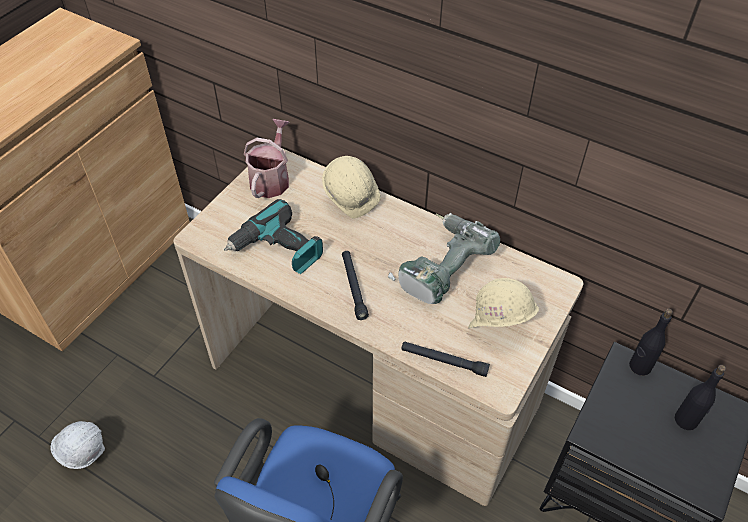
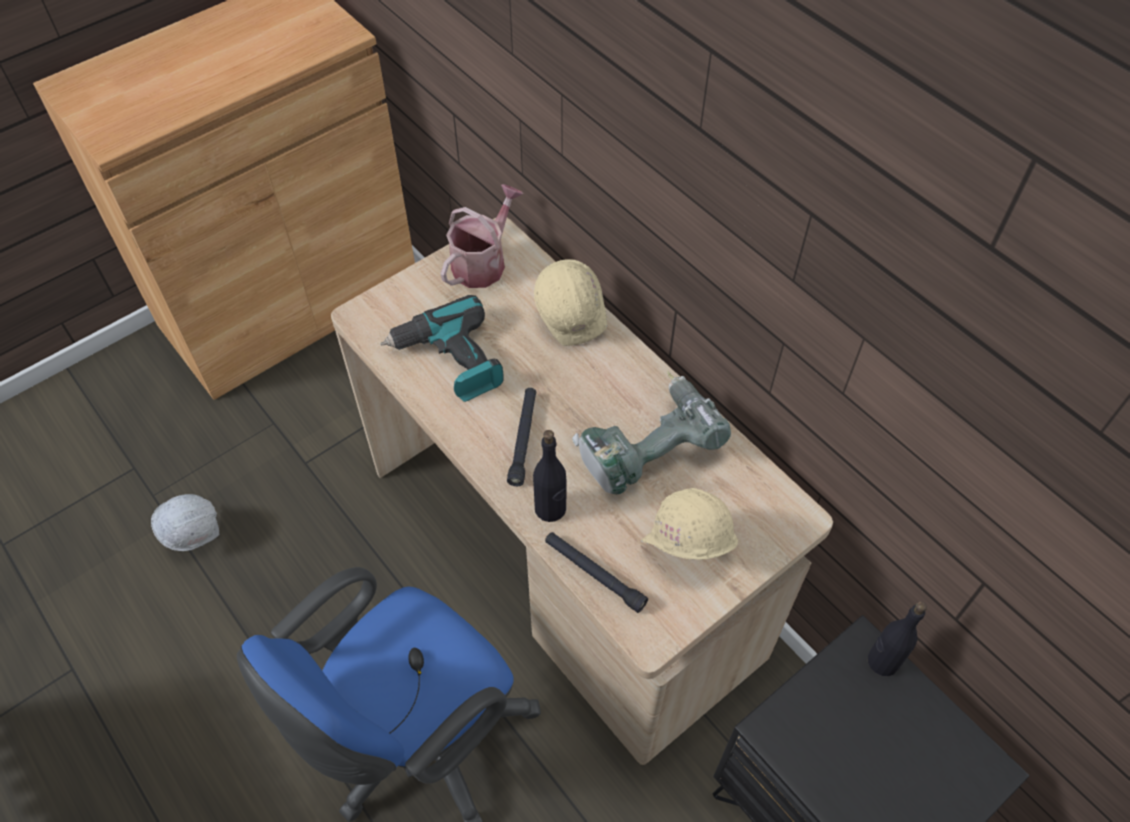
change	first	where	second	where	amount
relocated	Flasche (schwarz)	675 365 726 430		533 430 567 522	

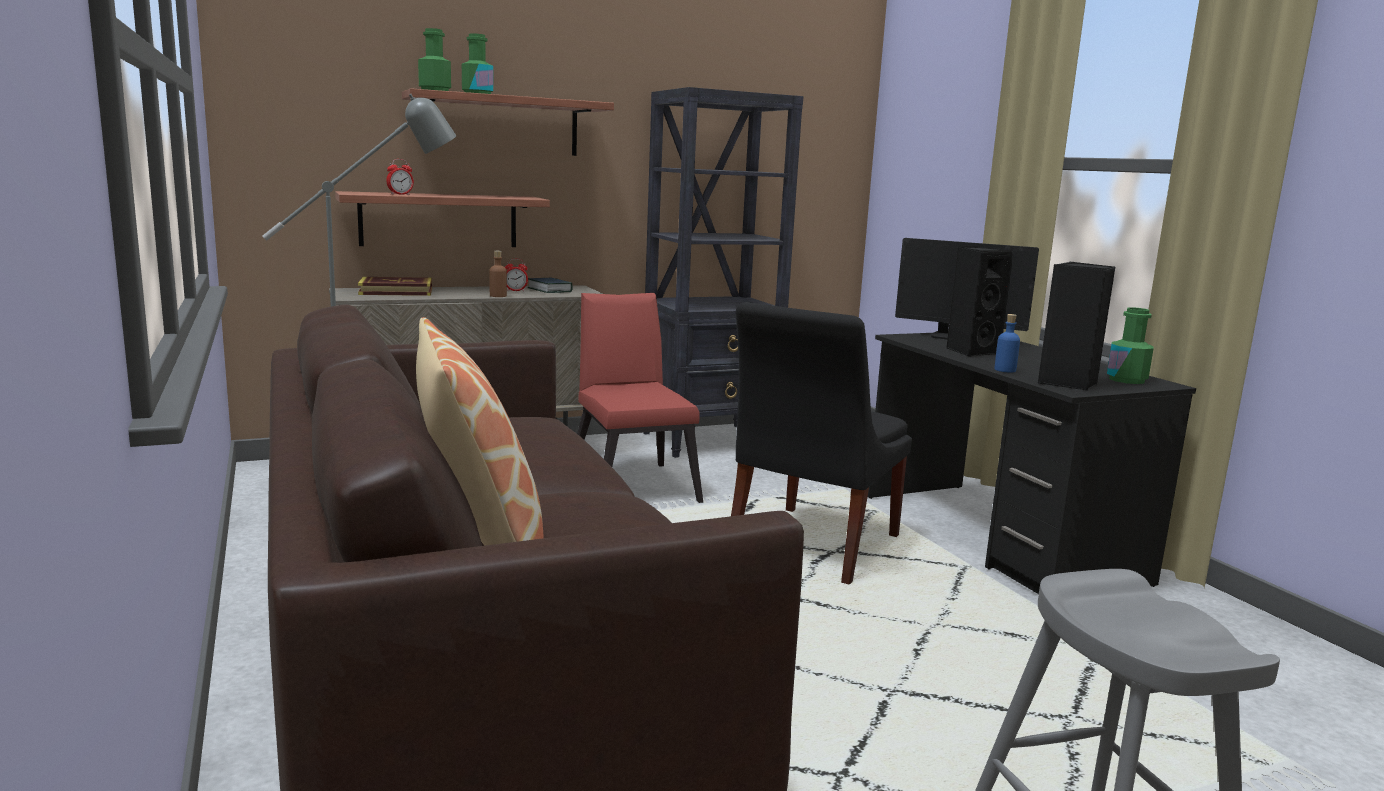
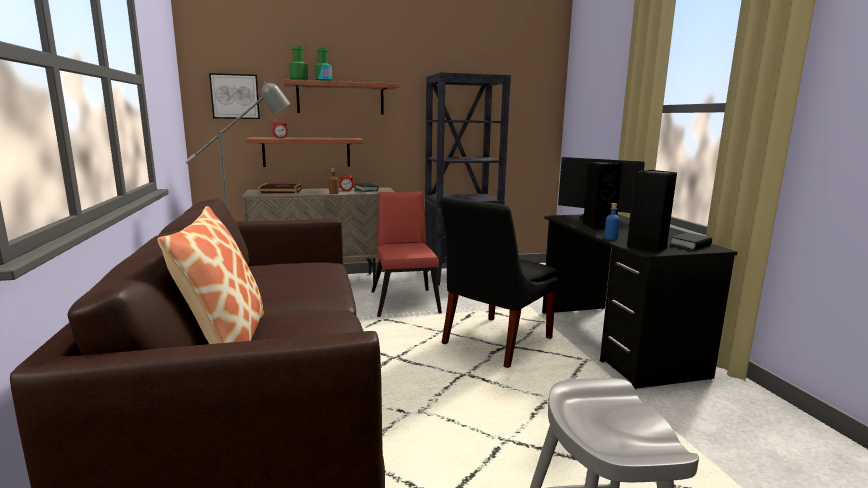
change	first	where	second	where	amount
exchanged	Flasche (grün)	1107 307 1154 384	Buch	670 233 712 250	
appeared			Bild	209 73 260 119	

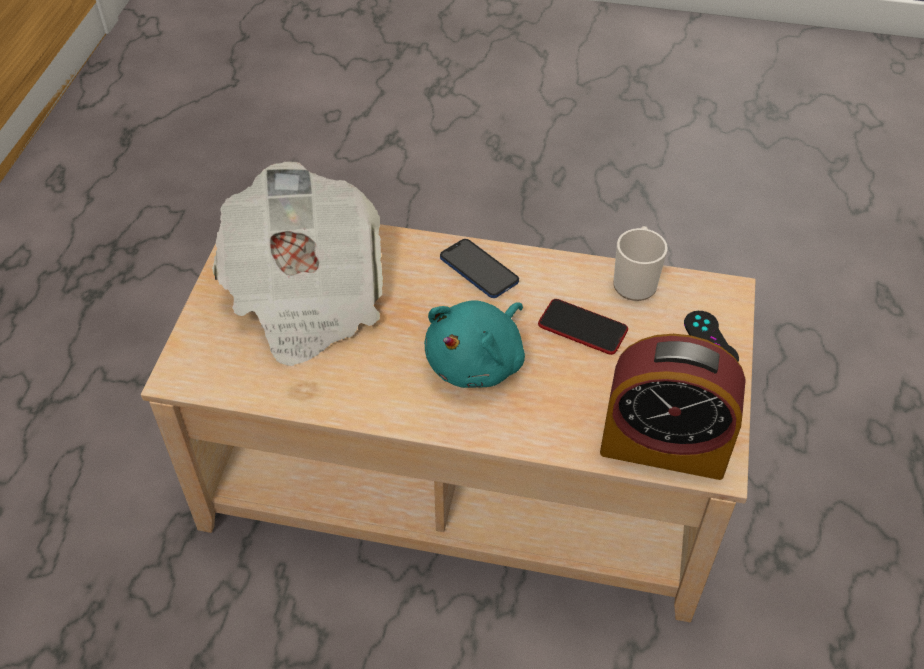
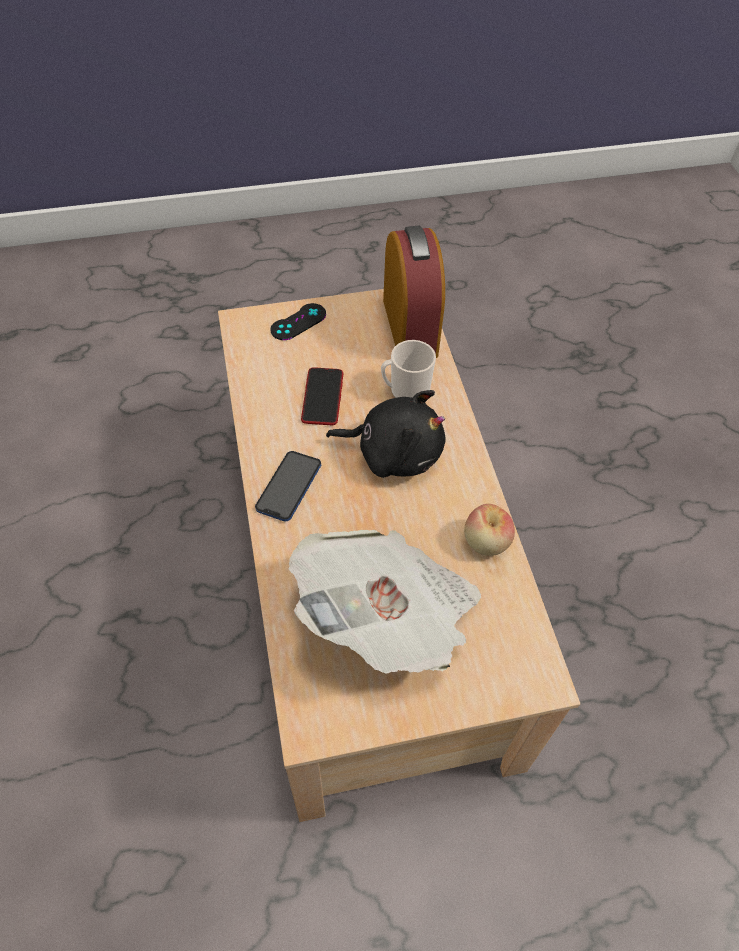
change	first	where	second	where	amount
colour	Plüschtier (türkis)	424 301 525 388	Plüschtier (schwarz)	326 390 446 478	
relocated	Henkelbecher	613 226 668 301		381 340 436 398	
appeared			Apfel	464 504 515 556	

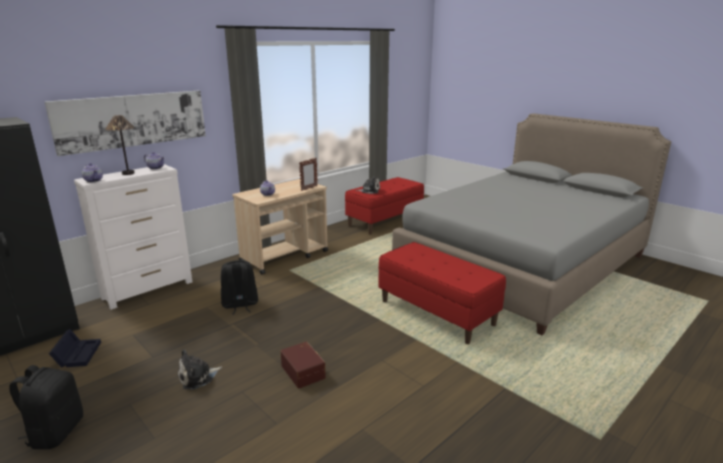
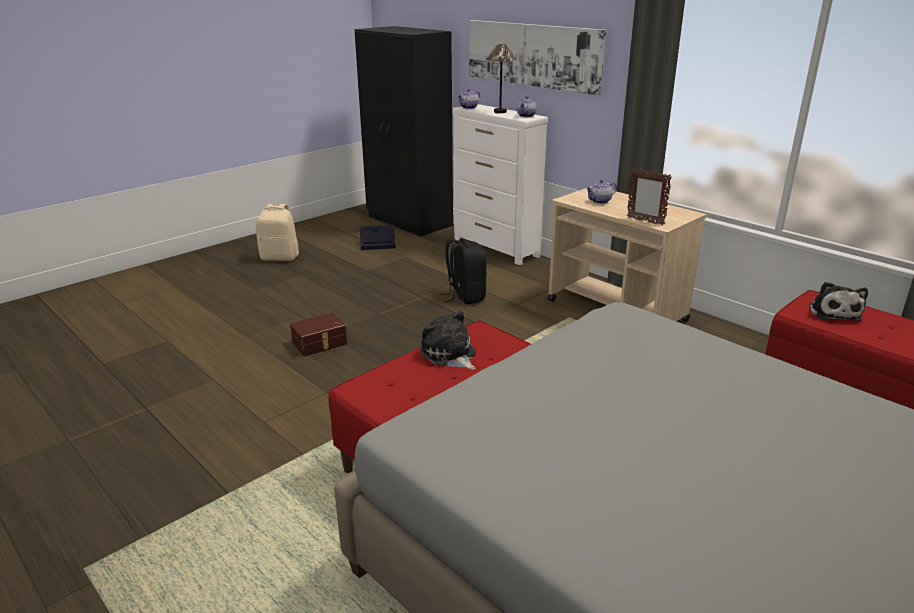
change	first	where	second	where	amount
colour	Rucksack (schwarz)	9 365 83 449	Rucksack (beige)	255 204 299 261	
relocated	Plüschtier	178 349 222 390		421 311 476 370	

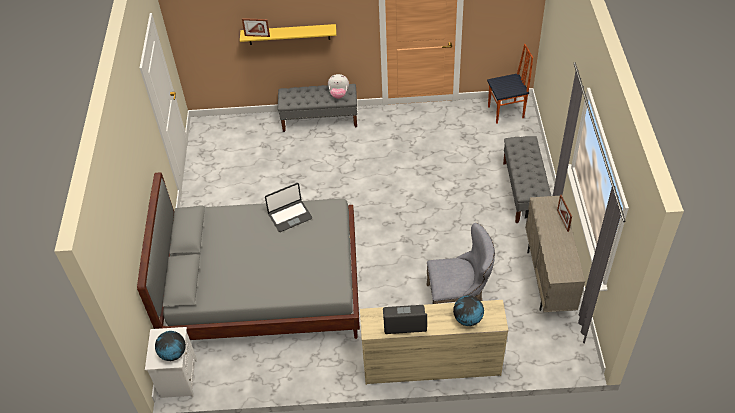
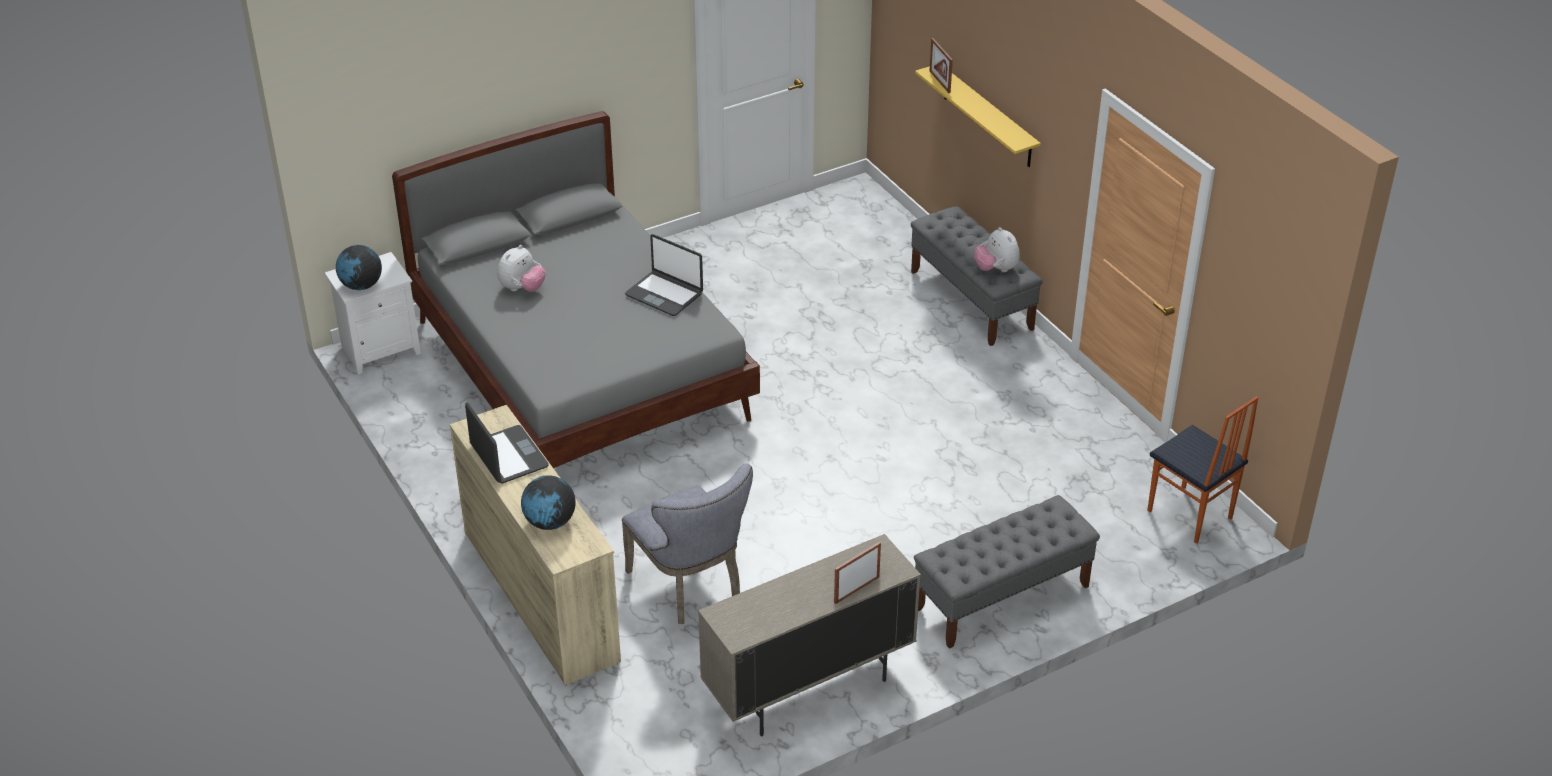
change	first	where	second	where	amount
appeared			Plüschtier	497 245 546 292	

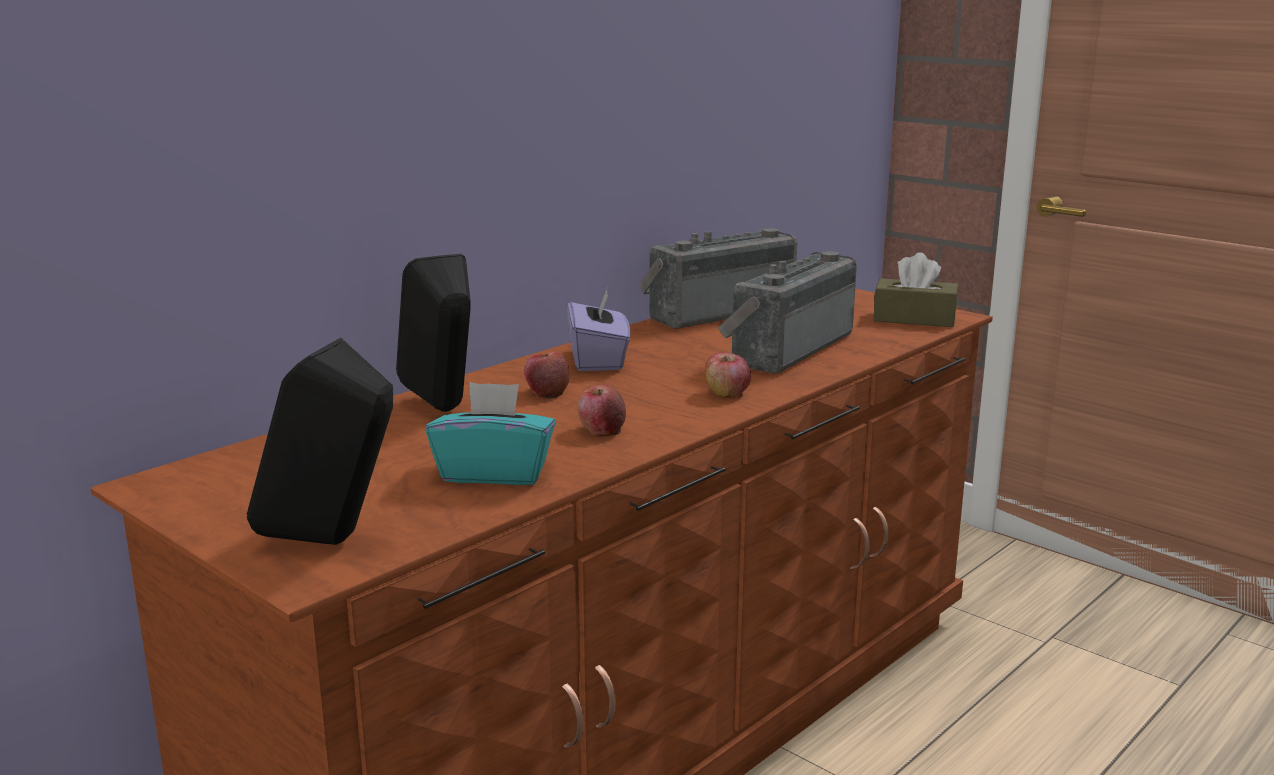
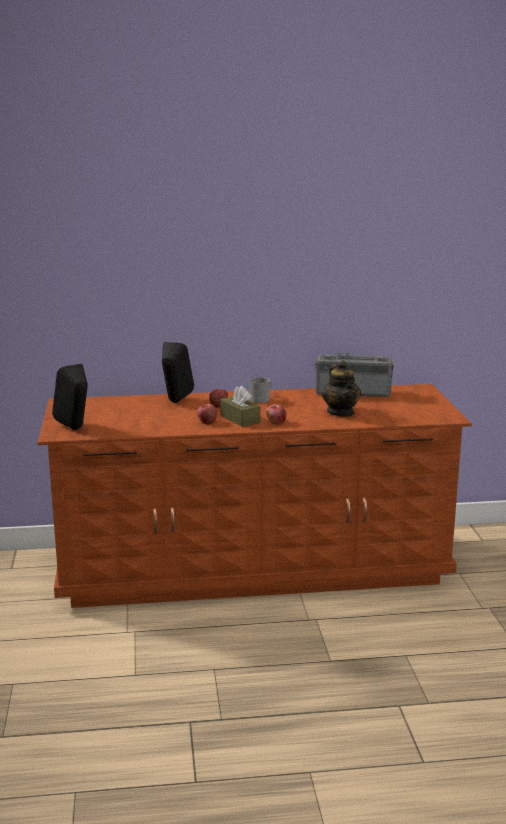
change	first	where	second	where	amount
missing	Taschentuchbox (türkis)	426 382 556 485			
exchanged	Taschentuchbox (lila)	567 289 630 371	Henkelbecher (grau)	249 377 271 403	
exchanged	Radio	718 251 857 374	Teekanne	322 360 361 416	
relocated	Taschentuchbox (braun)	873 252 958 327		220 386 260 427	

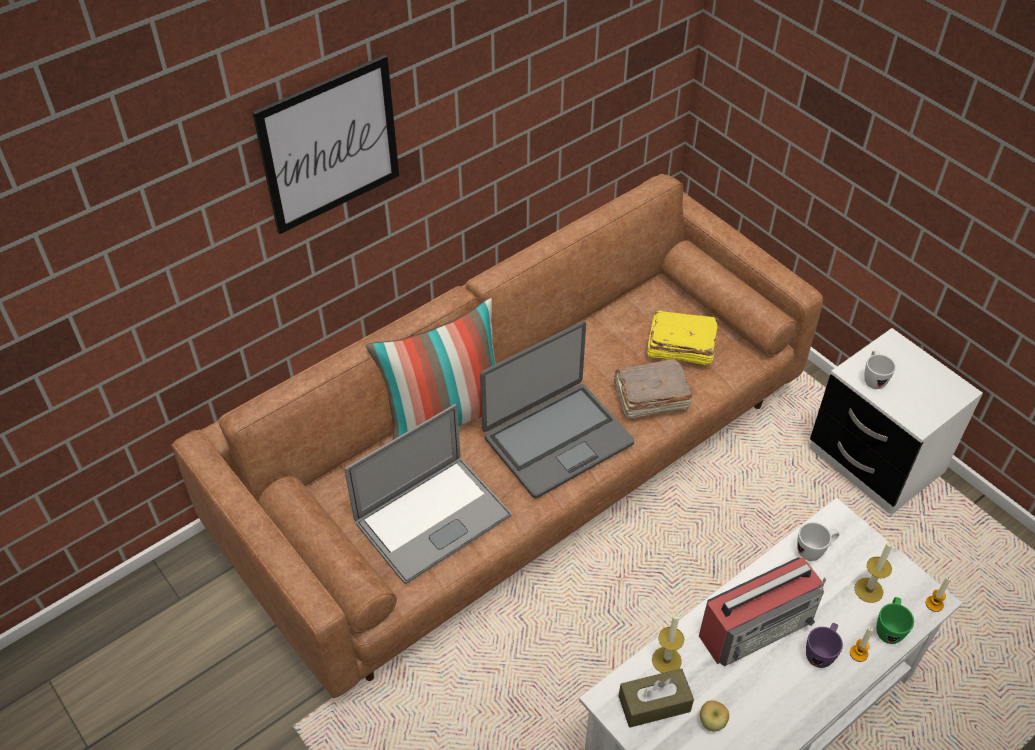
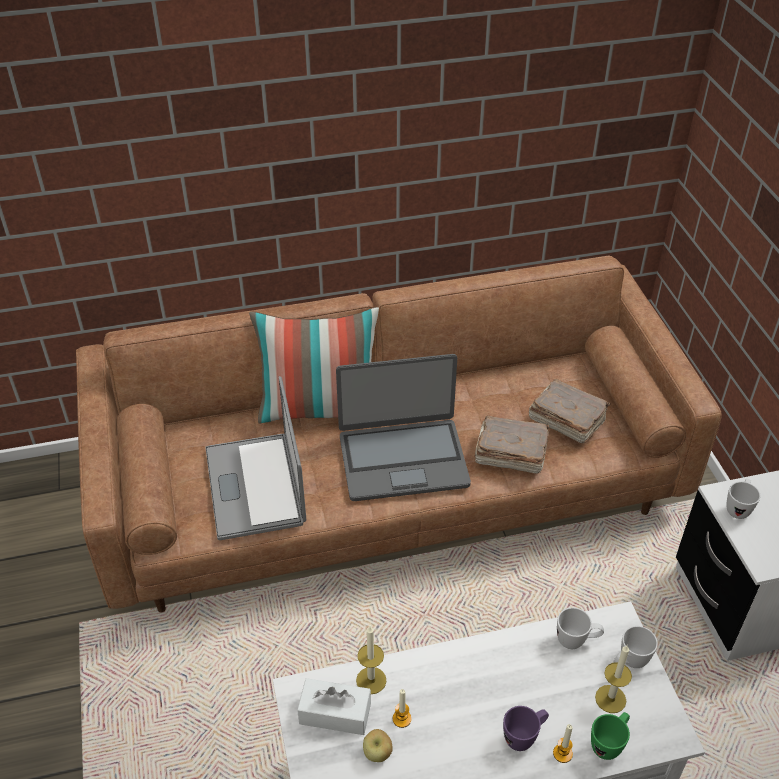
change	first	where	second	where	amount
missing	Bild	252 55 399 234			
spun	Laptop	344 404 511 584		205 376 306 540	90 degrees clockwise
colour	Taschentuchbox (braun)	619 668 694 727	Taschentuchbox (weiß)	297 678 371 735	
colour	Buch (gelb)	646 310 718 365	Buch (braun)	529 379 610 444	
missing	Radio	699 557 826 666			
relocated	Kerze	926 576 951 612		393 689 412 728	
appeared			Henkelbecher (weiß)	614 626 658 668	

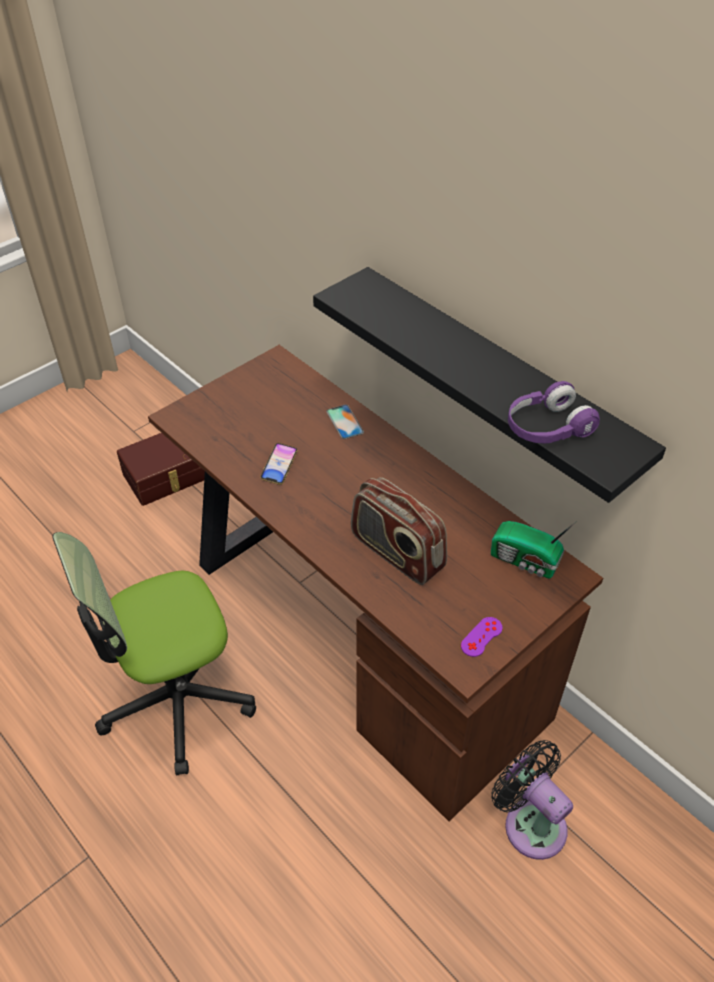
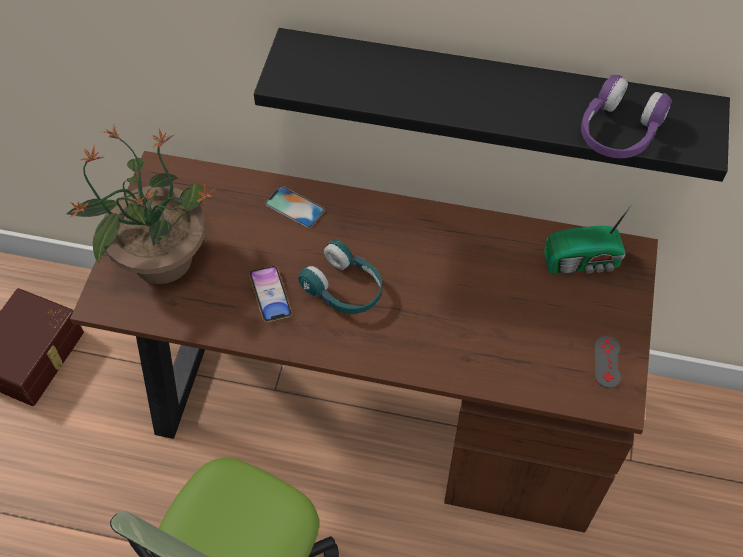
change	first	where	second	where	amount
missing	Radio	351 477 447 585			
colour	Gamepad (lila)	461 617 503 657	Gamepad (grau)	595 336 621 388	
missing	Ventilator (schwarz)	491 740 573 860			
appeared			Topfpflanze	67 125 216 284	
appeared			Kopfhörer (türkis)	298 240 382 314	

